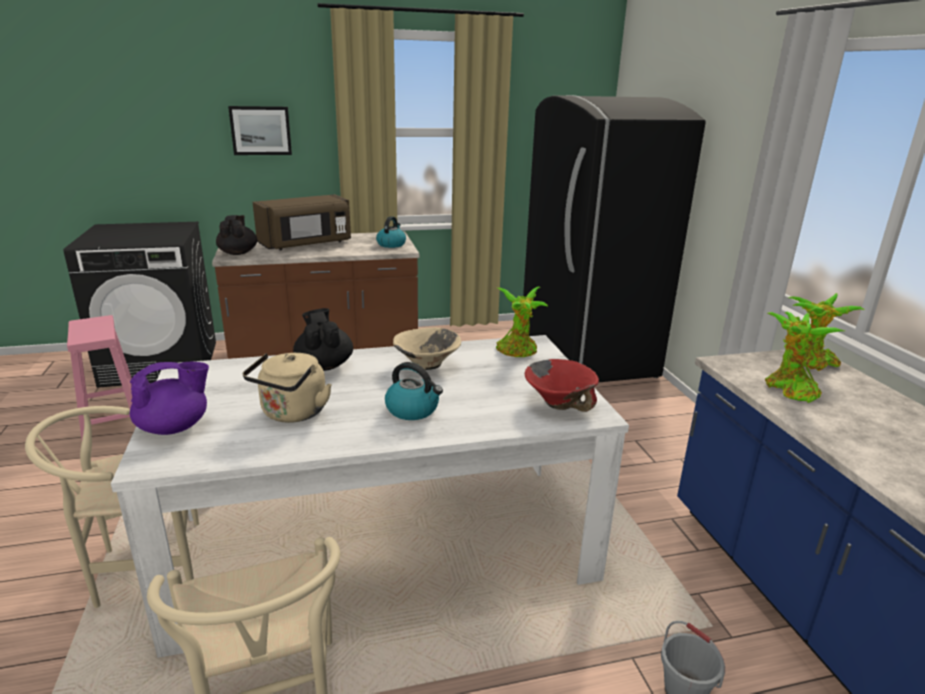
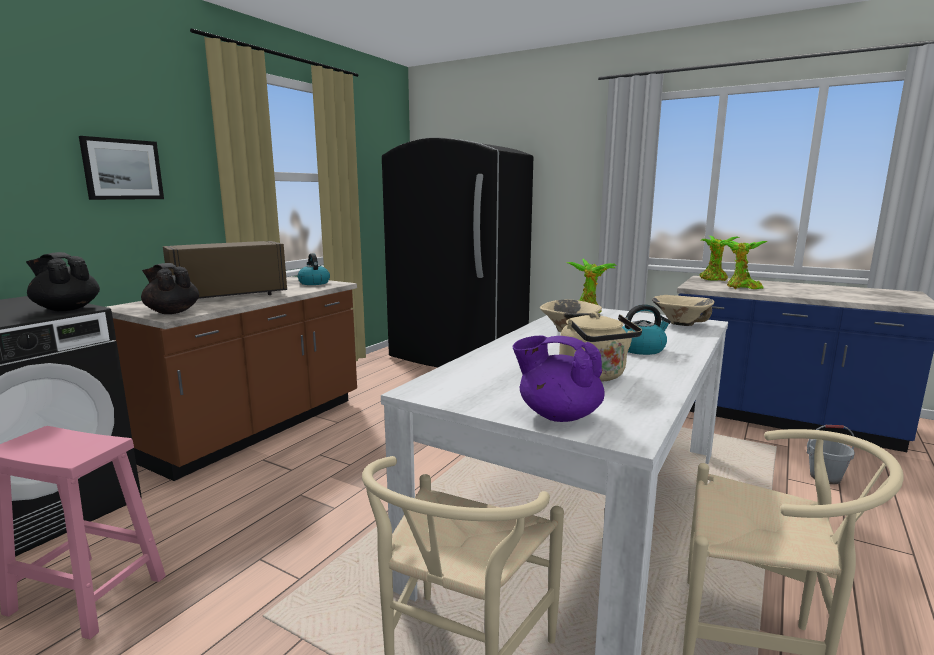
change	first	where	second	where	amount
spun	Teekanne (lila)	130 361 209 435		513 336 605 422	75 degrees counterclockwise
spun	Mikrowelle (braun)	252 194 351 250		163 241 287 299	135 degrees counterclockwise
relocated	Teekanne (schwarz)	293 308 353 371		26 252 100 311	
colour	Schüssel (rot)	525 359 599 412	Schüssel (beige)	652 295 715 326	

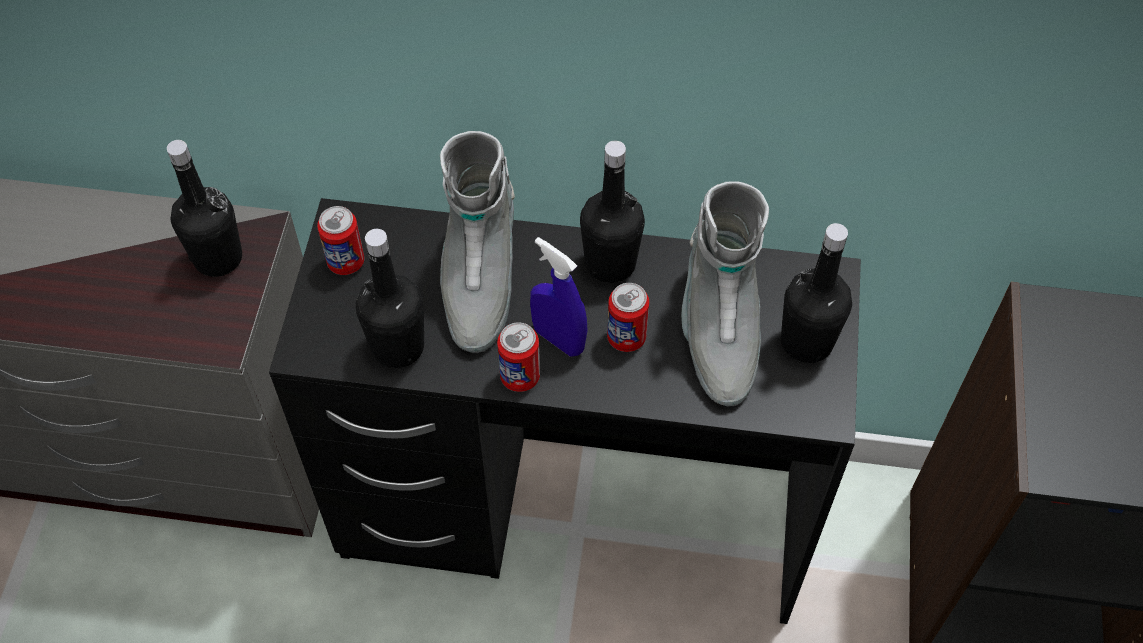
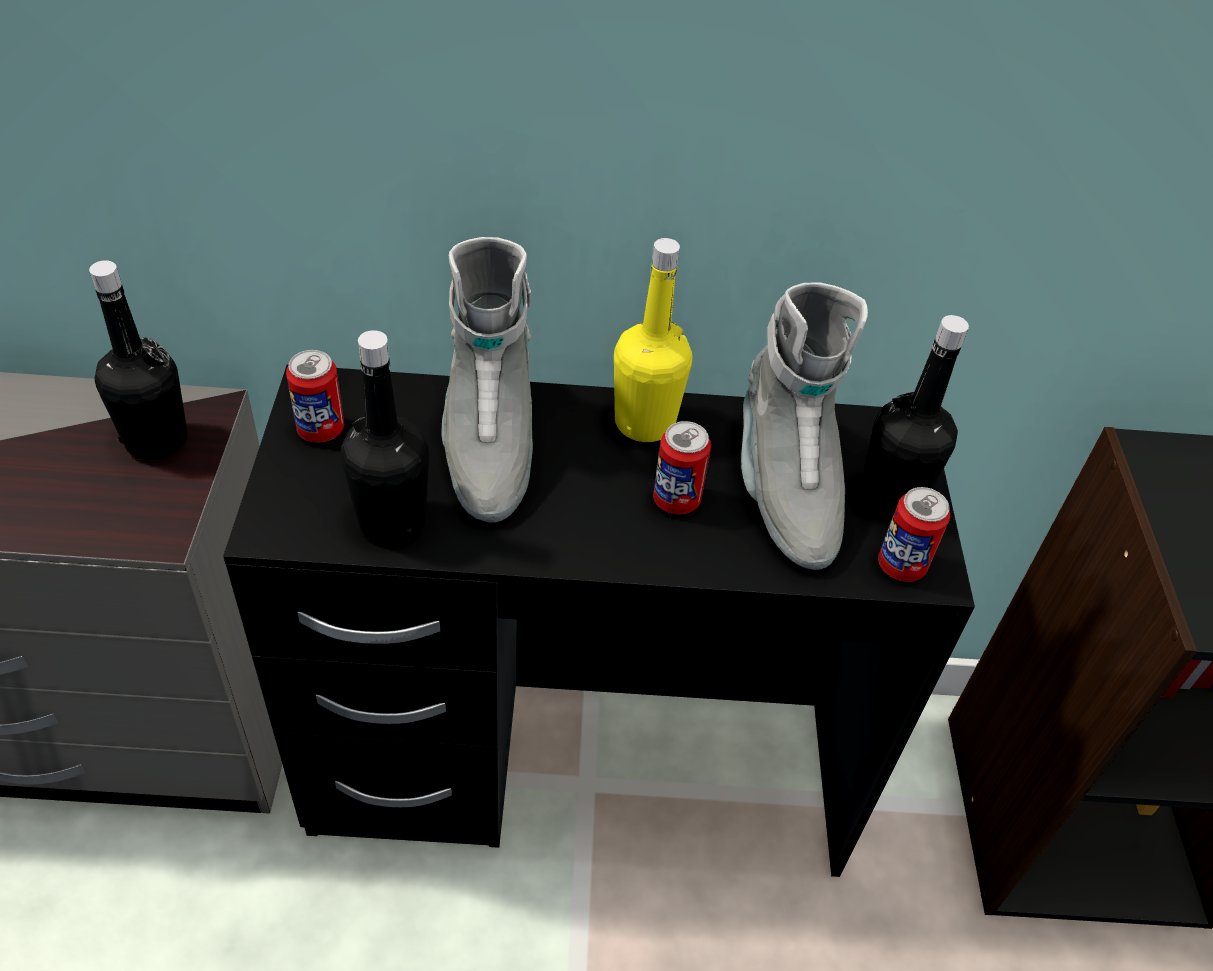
change	first	where	second	where	amount
relocated	Dose	497 322 540 392		878 487 950 582	
missing	Sprühflasche (blau)	530 237 588 357			
colour	Flasche (schwarz)	580 141 645 283	Flasche (gelb)	614 238 692 442	

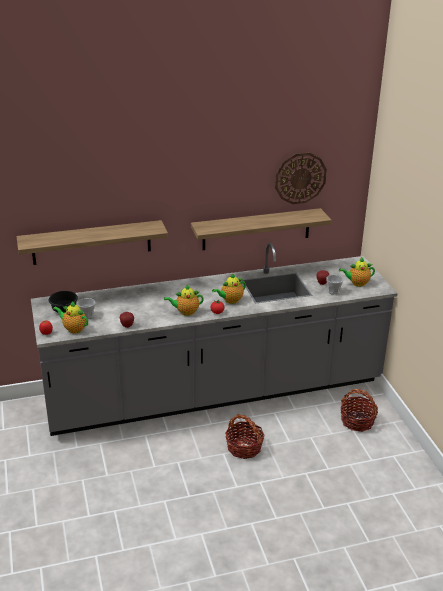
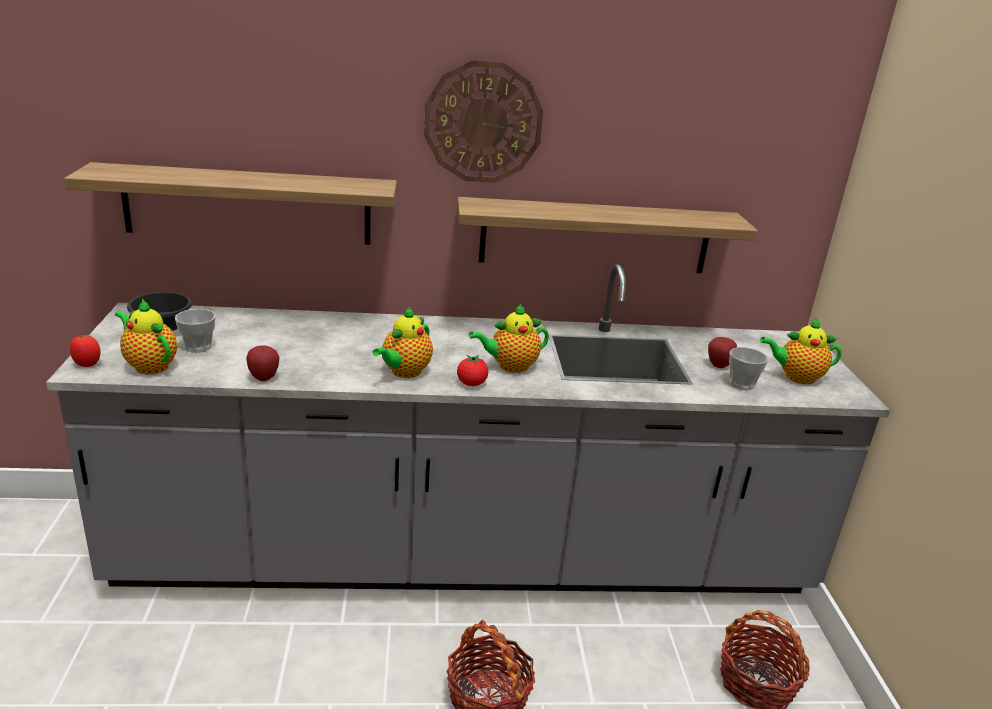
change	first	where	second	where	amount
spun	Teekanne	164 285 204 316		372 306 433 378	60 degrees counterclockwise
relocated	Wanduhr	275 152 327 204		424 60 544 183	

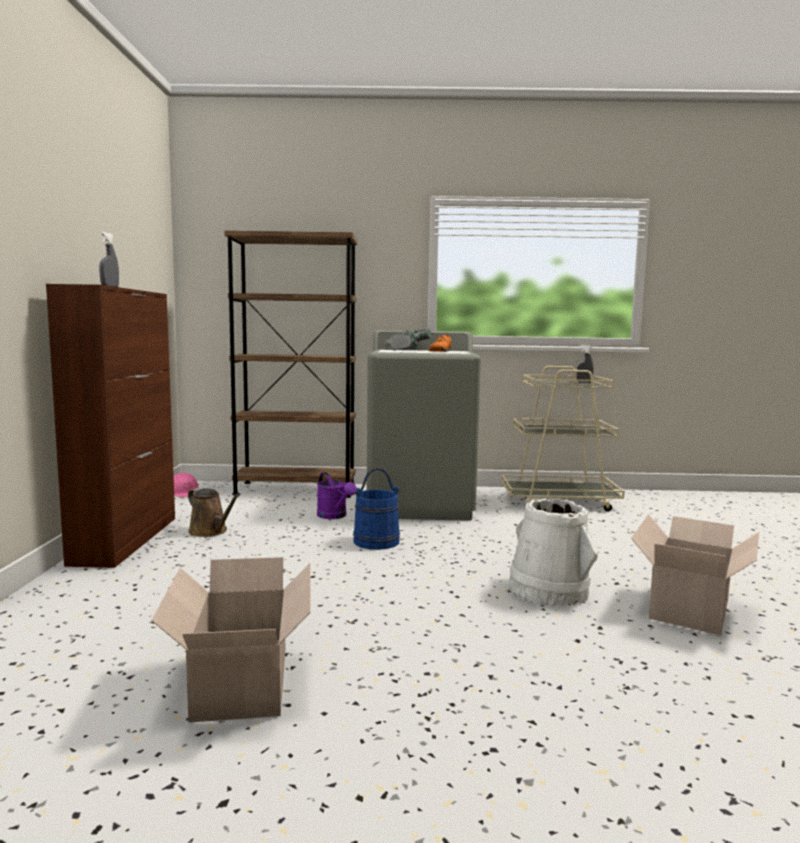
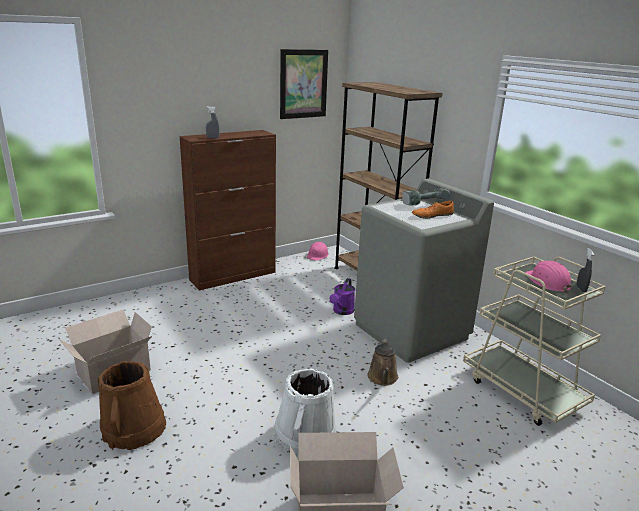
change	first	where	second	where	amount
relocated	Gießkanne (braun)	188 488 241 537		368 339 398 386	
missing	Eimer (blau)	353 467 401 550			
appeared			Eimer (braun)	98 361 166 450	
appeared			Bild	280 49 328 119	
appeared			Schutzhelm (rosa)	525 261 572 293	

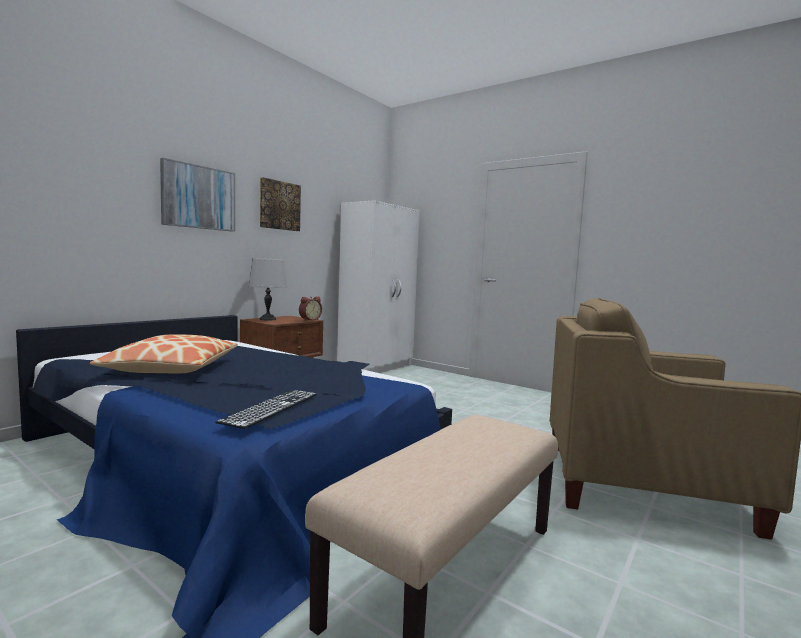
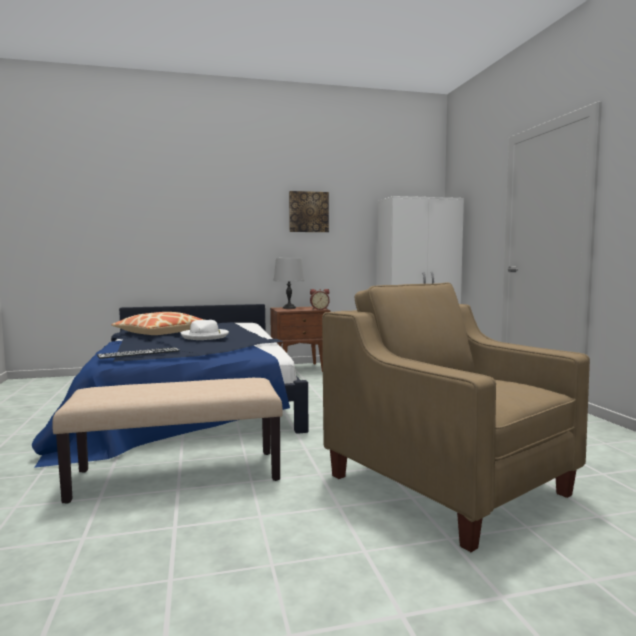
change	first	where	second	where	amount
missing	Bild	160 158 235 232			
appeared			Hut (weiß)	181 320 229 340	

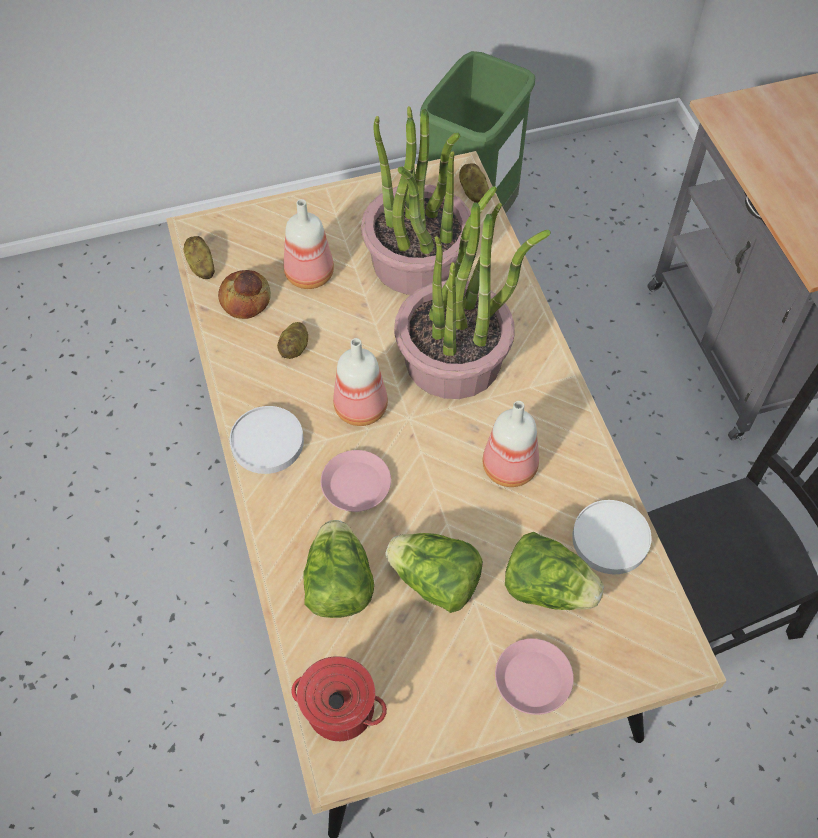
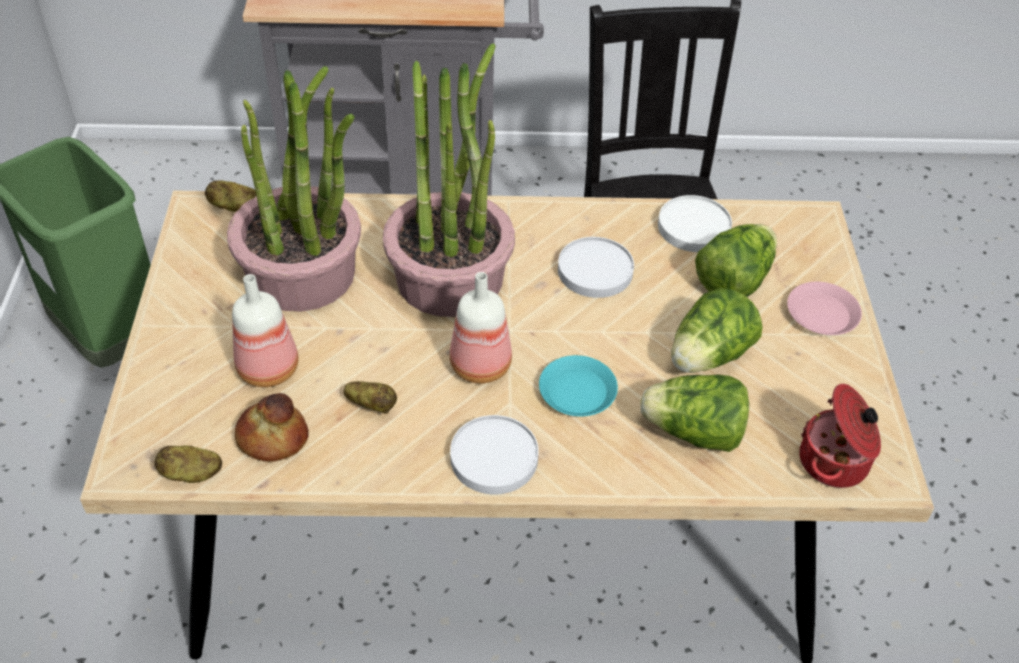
change	first	where	second	where	amount
colour	Teller (rosa)	321 450 391 512	Teller (türkis)	539 355 618 416	
exchanged	Flasche	483 401 539 487	Teller (weiß)	558 237 634 298	

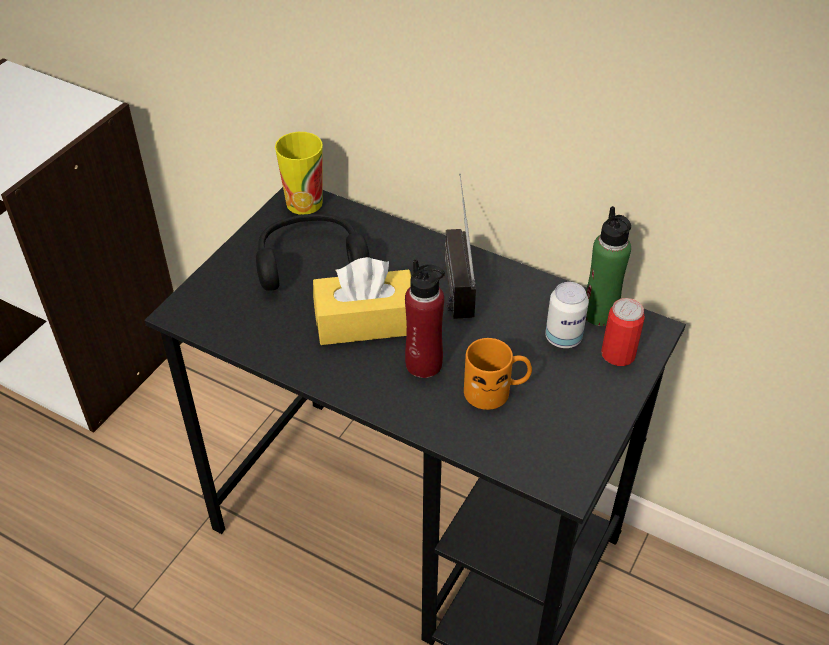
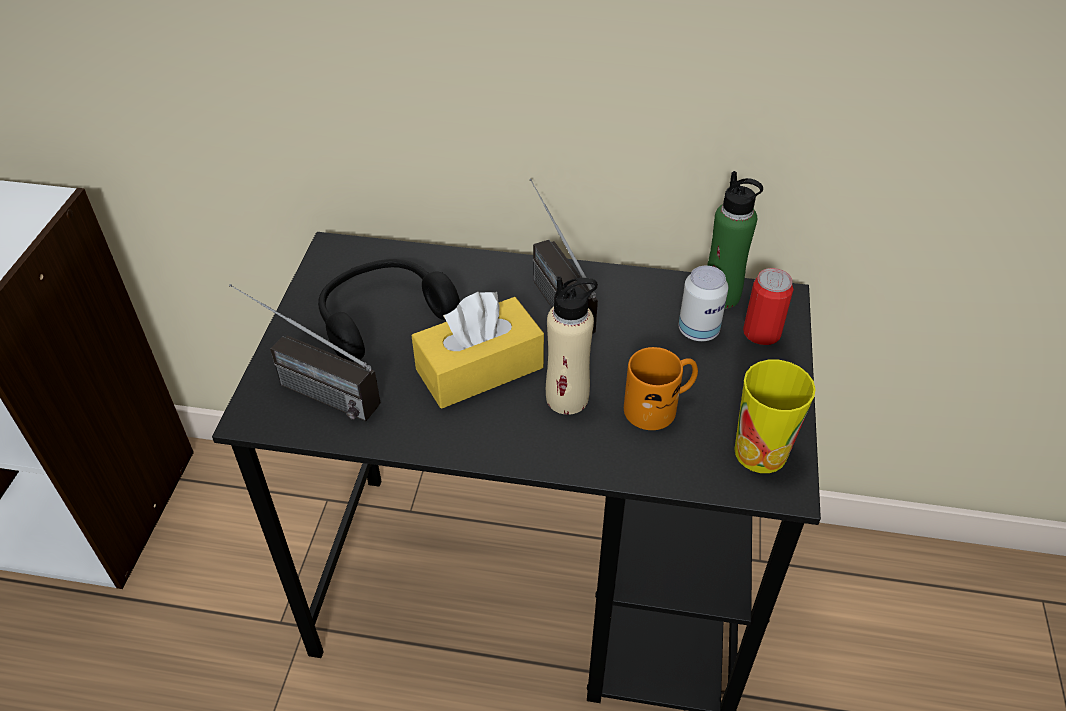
change	first	where	second	where	amount
relocated	Tasse	275 132 323 215		734 360 816 473	
colour	Flasche (rot)	405 259 445 378	Flasche (beige)	546 276 598 415	
appeared			Radio	229 284 380 422	

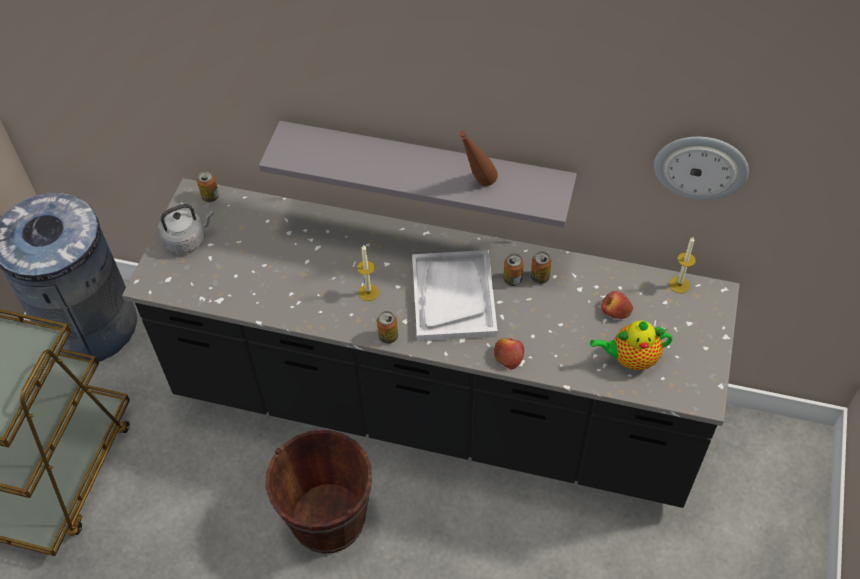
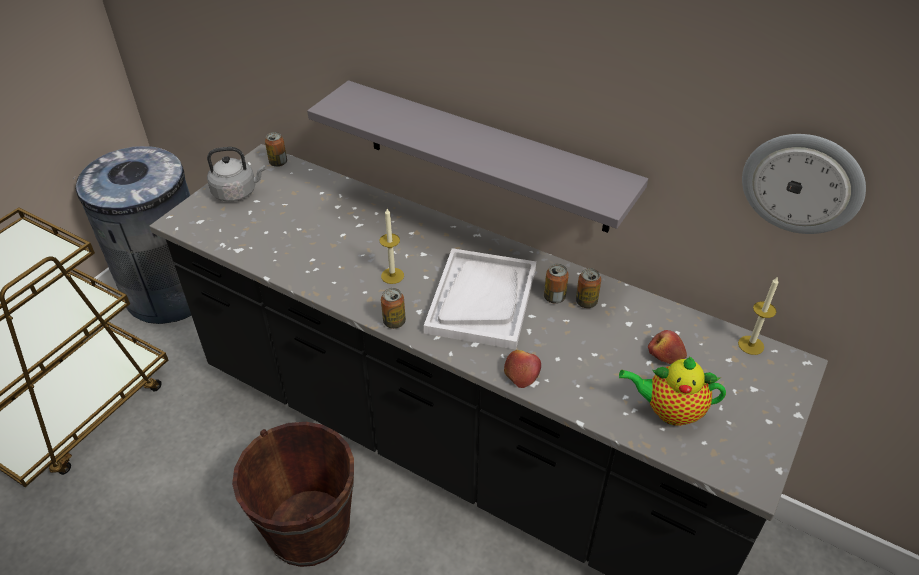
change	first	where	second	where	amount
missing	Flasche (braun)	459 130 498 186			

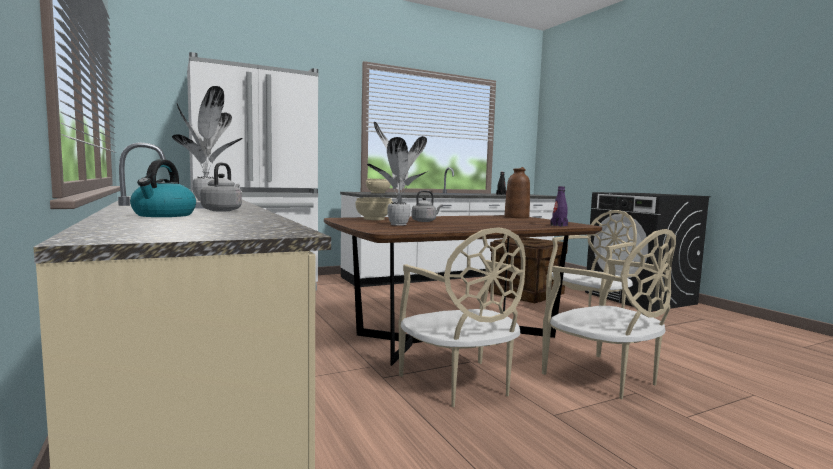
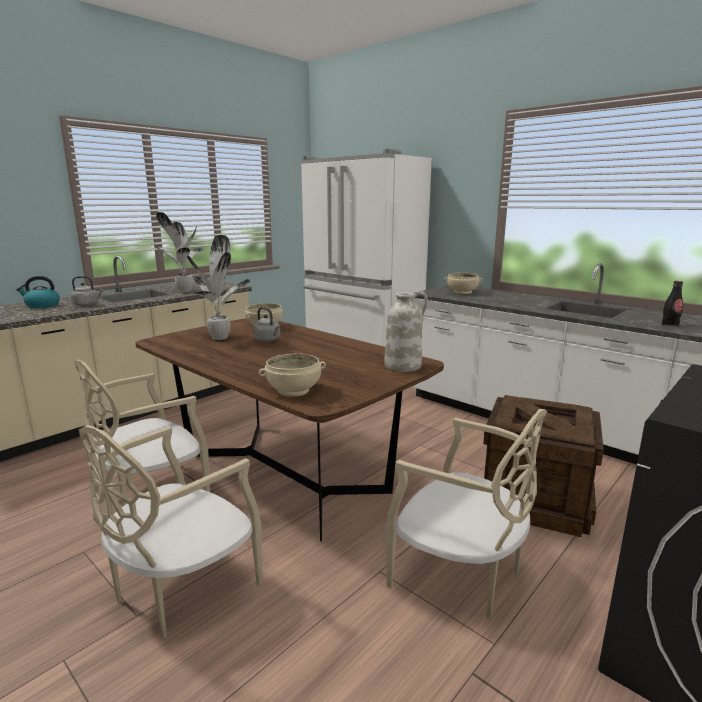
change	first	where	second	where	amount
colour	Vase (braun)	505 167 530 218	Vase (weiß)	384 291 428 372	
exchanged	Flasche (lila)	550 186 568 227	Schüssel (beige)	259 354 326 396	

